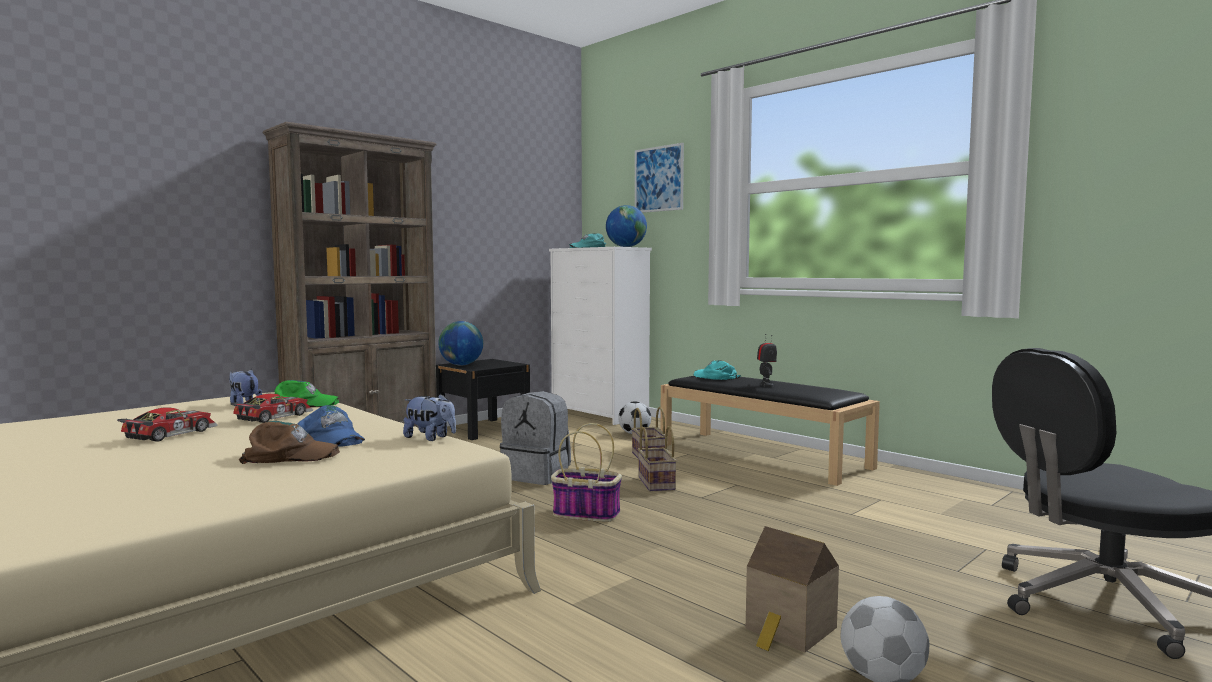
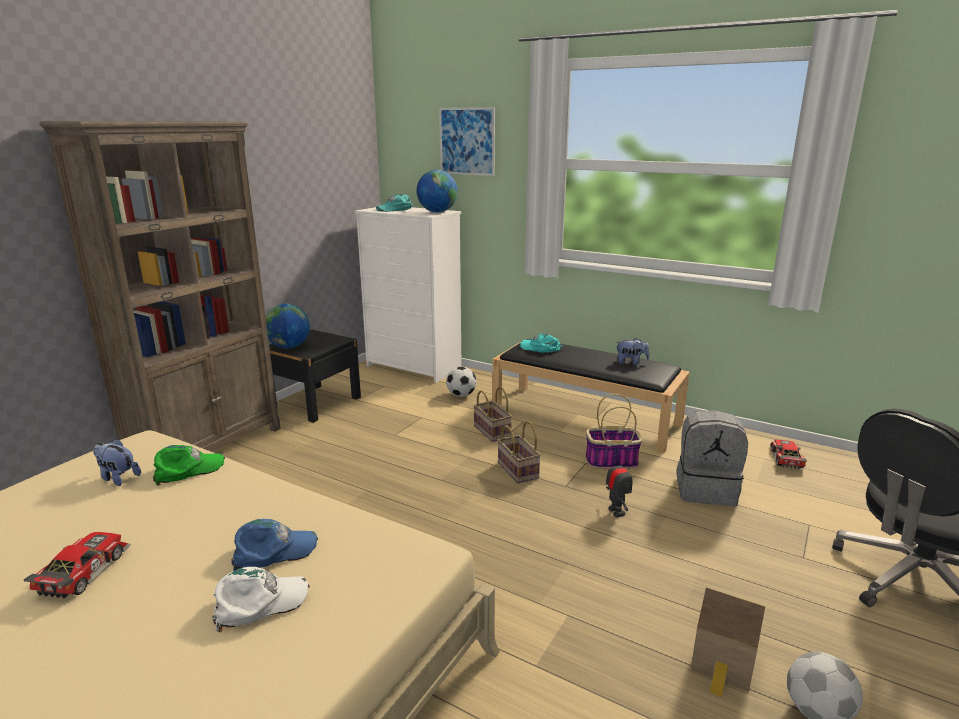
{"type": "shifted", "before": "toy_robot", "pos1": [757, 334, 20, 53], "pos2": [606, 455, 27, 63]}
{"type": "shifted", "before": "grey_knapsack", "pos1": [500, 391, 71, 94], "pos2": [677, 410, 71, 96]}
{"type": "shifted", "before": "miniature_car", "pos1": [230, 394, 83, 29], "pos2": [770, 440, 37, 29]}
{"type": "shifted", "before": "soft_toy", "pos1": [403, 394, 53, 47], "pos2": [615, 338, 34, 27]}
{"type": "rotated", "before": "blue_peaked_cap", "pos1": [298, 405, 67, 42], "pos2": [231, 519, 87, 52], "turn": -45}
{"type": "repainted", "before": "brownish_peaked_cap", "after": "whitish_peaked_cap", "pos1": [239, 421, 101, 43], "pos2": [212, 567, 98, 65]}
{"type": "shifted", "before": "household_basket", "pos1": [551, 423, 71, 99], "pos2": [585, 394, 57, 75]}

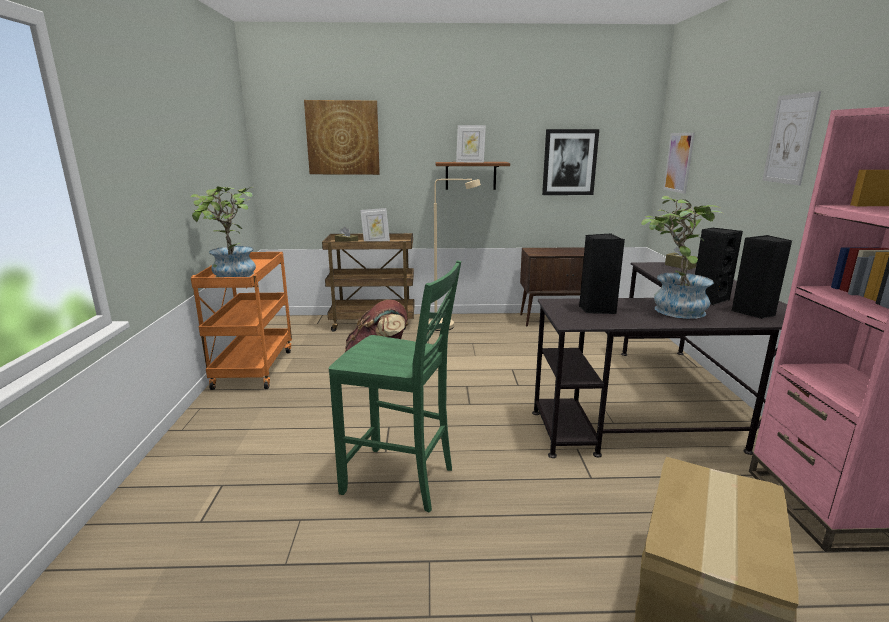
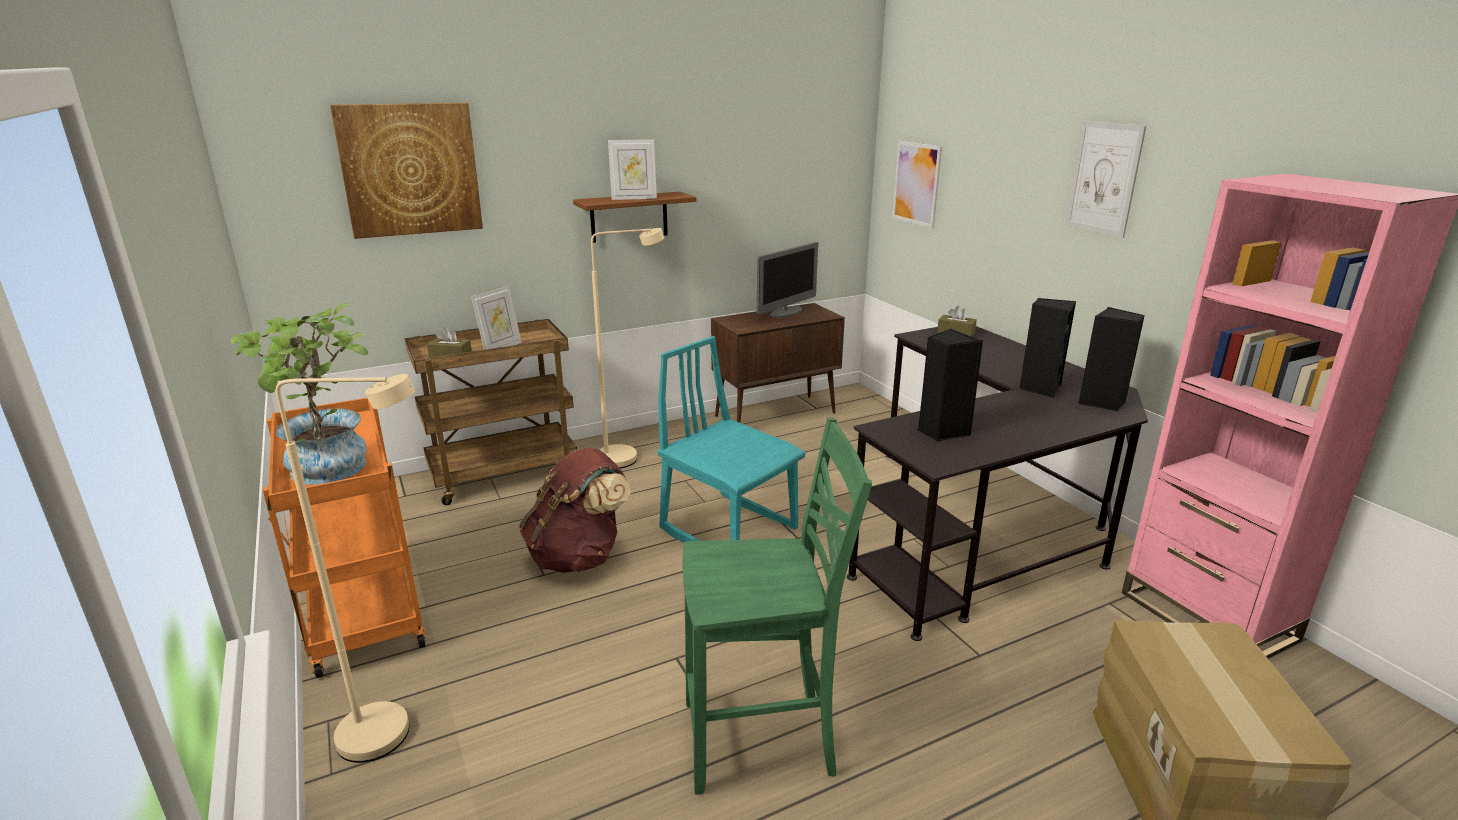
{"type": "gone", "before": "wall_art", "pos1": [542, 129, 57, 66]}
{"type": "gone", "before": "houseplant", "pos1": [641, 196, 82, 123]}
{"type": "new", "after": "computer_display", "pos2": [757, 242, 61, 76]}
{"type": "new", "after": "turquoise_chair", "pos2": [658, 336, 148, 207]}
{"type": "new", "after": "beige-coloured_floor_lamp", "pos2": [276, 374, 139, 389]}

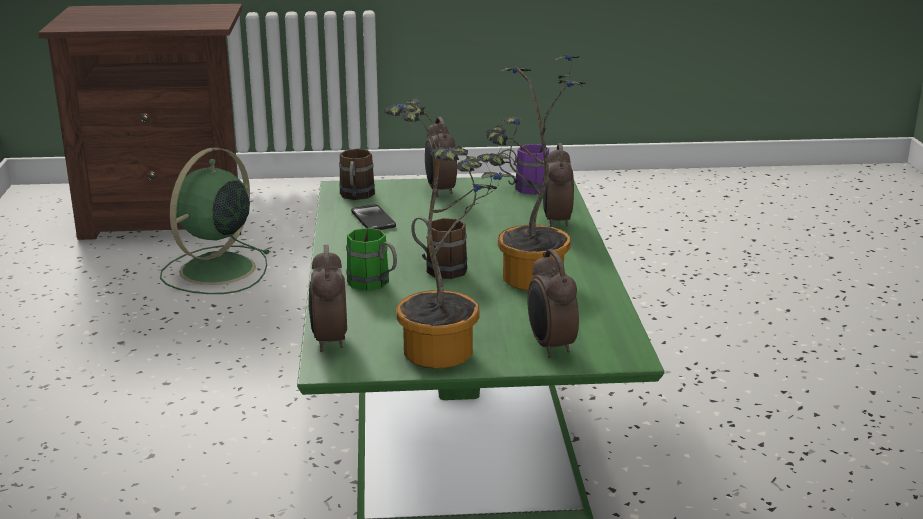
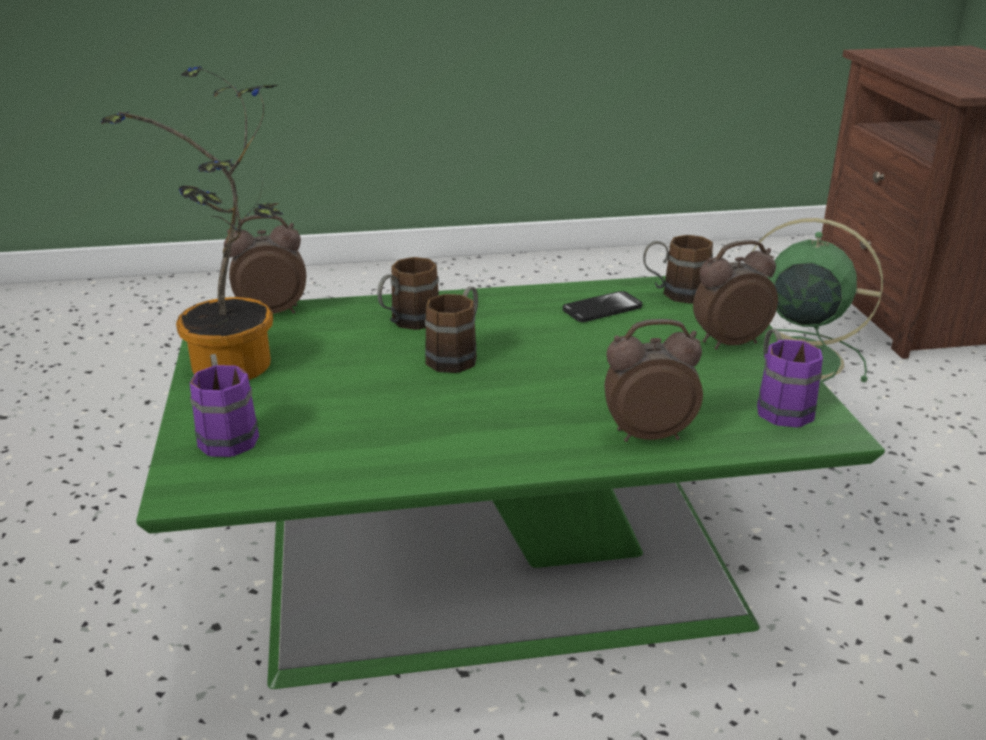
{"type": "gone", "before": "houseplant", "pos1": [477, 55, 108, 236]}
{"type": "repainted", "before": "green-coloured_tea_mug", "after": "brownish_tea_mug", "pos1": [346, 228, 51, 63], "pos2": [377, 257, 62, 73]}
{"type": "swapped", "before": "alarm_clock", "after": "purplish_tea_mug", "pos1": [527, 249, 52, 109], "pos2": [190, 354, 69, 103]}

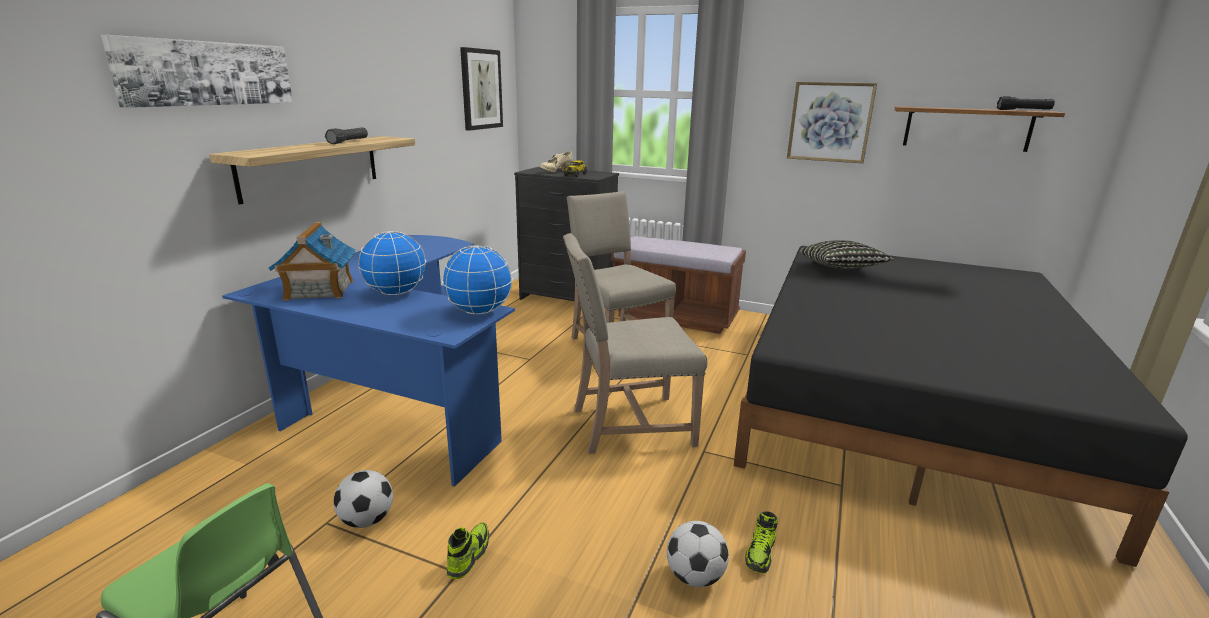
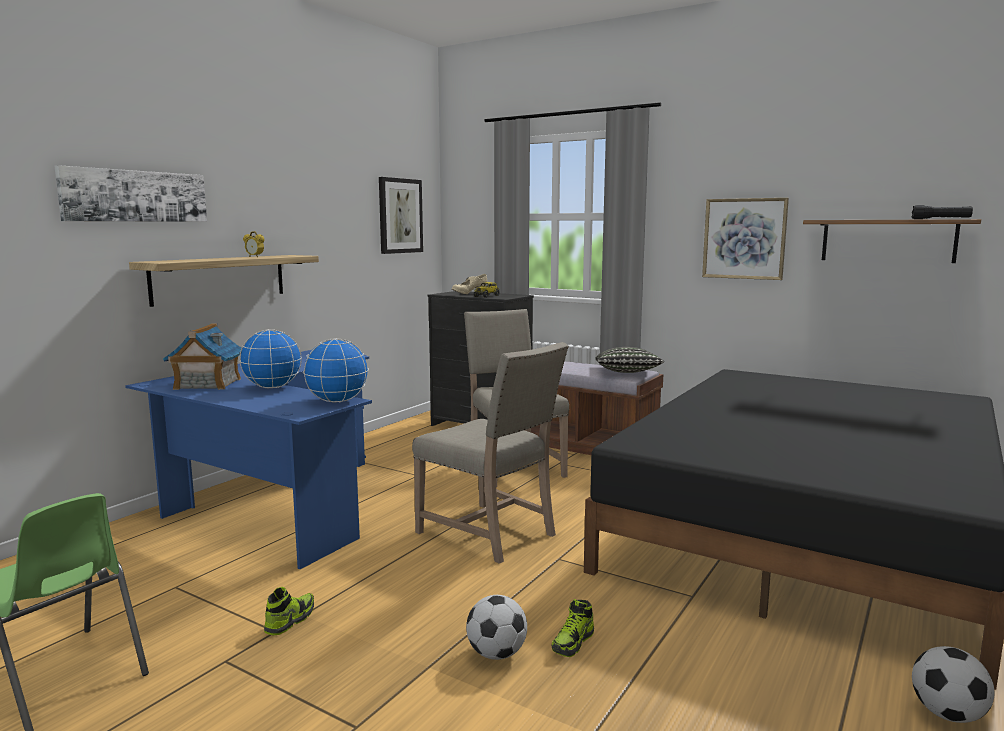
{"type": "swapped", "before": "black-coloured_hand_torch", "after": "alarm_clock", "pos1": [325, 127, 43, 17], "pos2": [243, 231, 22, 26]}
{"type": "rotated", "before": "beige-coloured_chair", "pos1": [563, 233, 144, 221], "pos2": [412, 342, 157, 222], "turn": -135}
{"type": "shifted", "before": "pillow", "pos1": [800, 240, 94, 29], "pos2": [595, 347, 69, 26]}
{"type": "shifted", "before": "ball_for_football", "pos1": [333, 470, 60, 58], "pos2": [912, 646, 82, 77]}

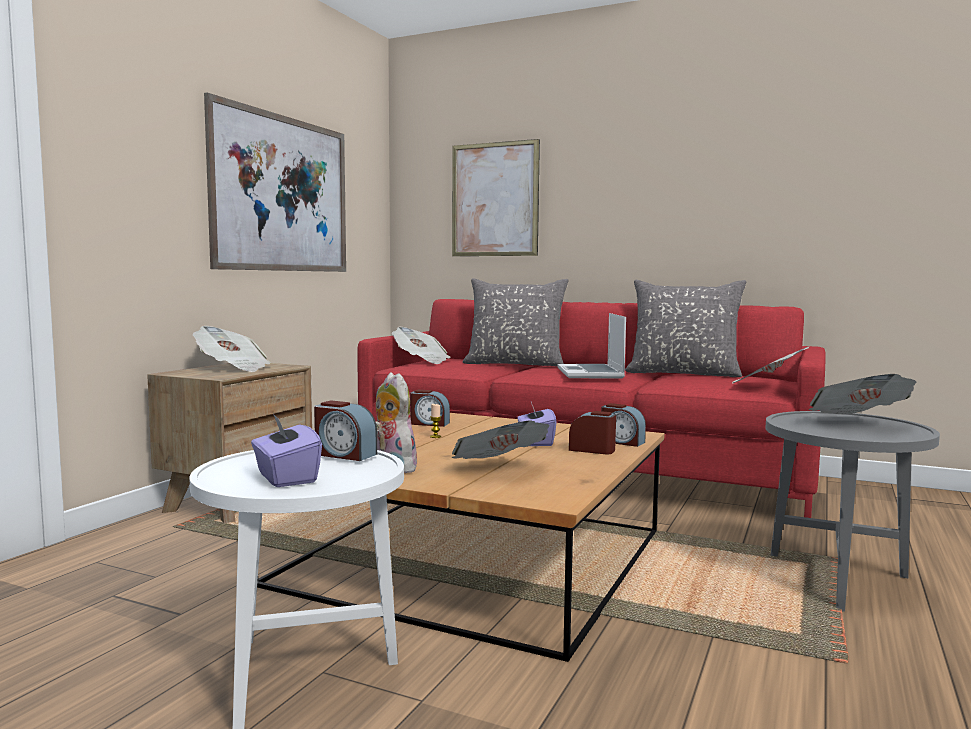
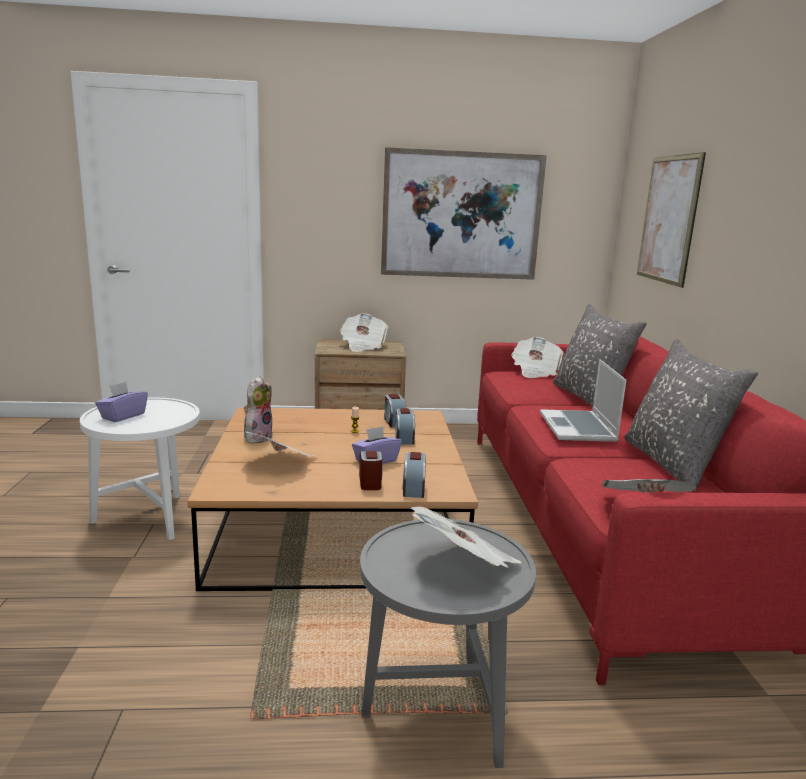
{"type": "rotated", "before": "laptop", "pos1": [557, 313, 69, 65], "pos2": [540, 359, 87, 83], "turn": -60}
{"type": "shifted", "before": "alarm_clock", "pos1": [314, 400, 63, 61], "pos2": [395, 408, 20, 37]}

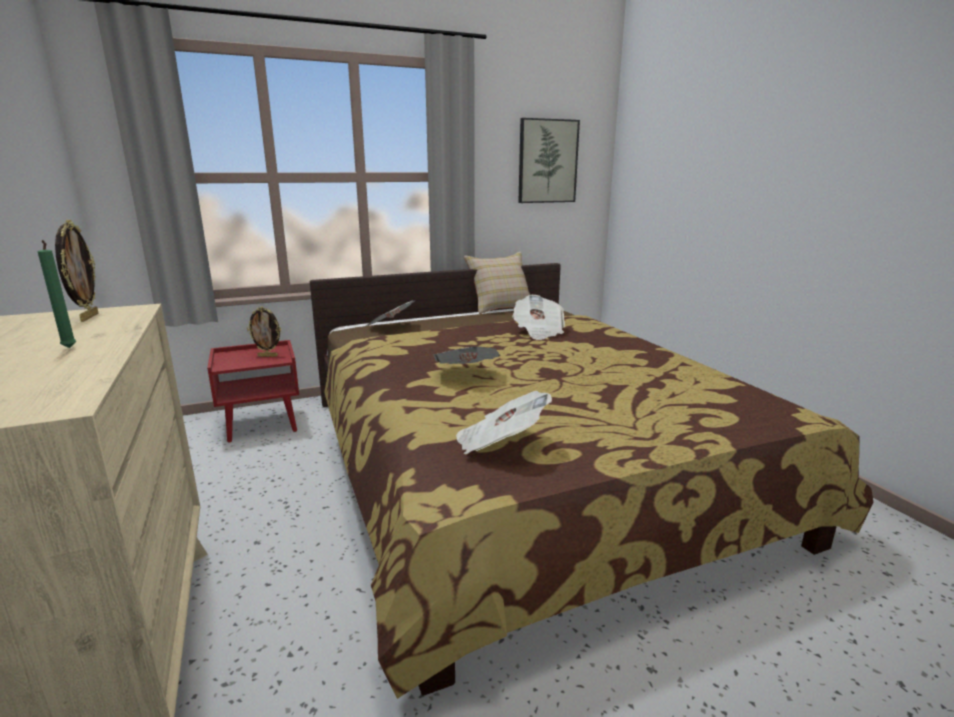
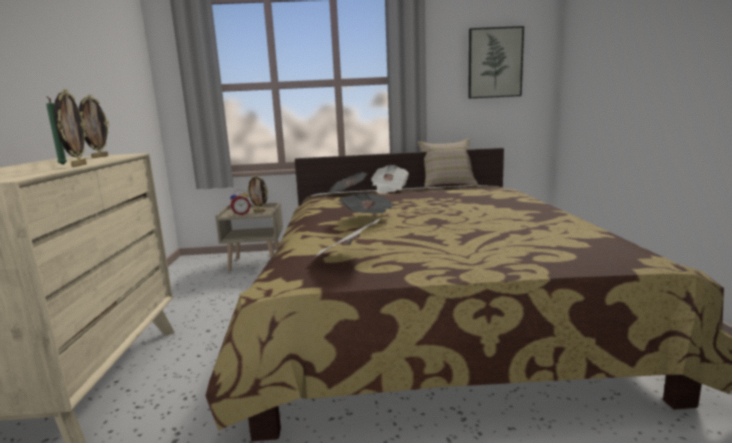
{"type": "shifted", "before": "newspaper", "pos1": [512, 295, 53, 45], "pos2": [371, 165, 38, 29]}
{"type": "repainted", "before": "reddish_night_table", "after": "beige-coloured_night_table", "pos1": [207, 340, 92, 103], "pos2": [215, 203, 68, 68]}
{"type": "new", "after": "standing_frame", "pos2": [54, 89, 33, 78]}
{"type": "new", "after": "alarm_clock", "pos2": [230, 189, 21, 26]}

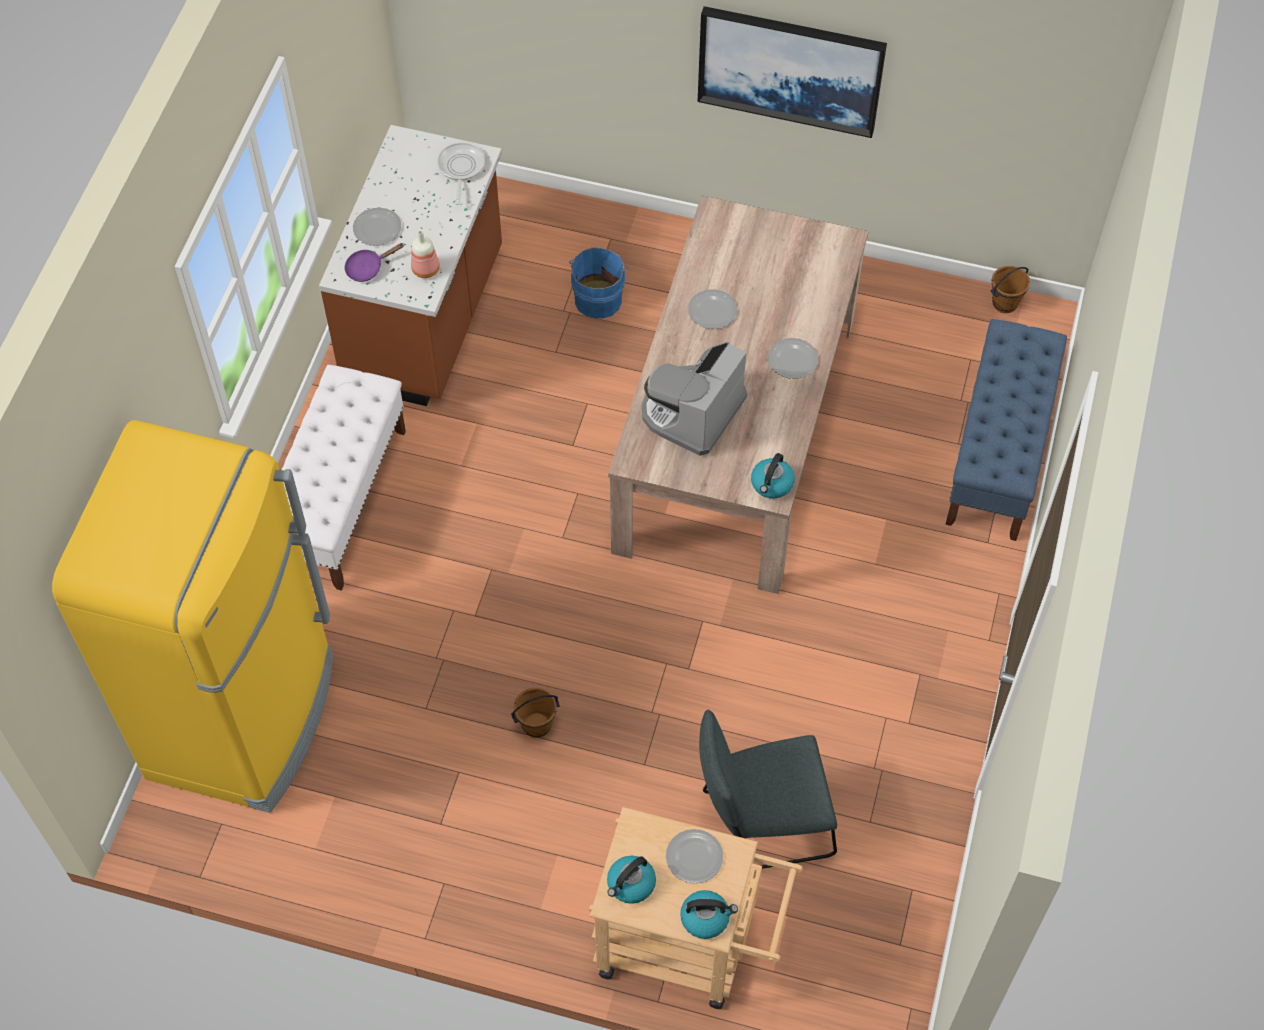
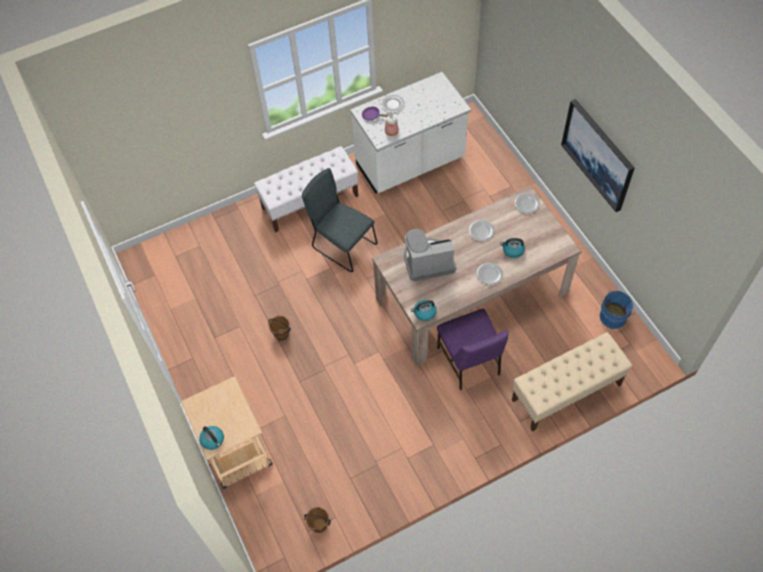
{"type": "repainted", "before": "brownish_counter", "after": "whitish_counter", "pos1": [319, 125, 183, 281], "pos2": [350, 72, 121, 122]}
{"type": "gone", "before": "skillet", "pos1": [437, 142, 48, 63]}
{"type": "shifted", "before": "blue_pail", "pos1": [569, 248, 59, 70], "pos2": [600, 291, 35, 38]}
{"type": "shifted", "before": "brownish_pail", "pos1": [991, 266, 39, 47], "pos2": [304, 507, 27, 26]}
{"type": "repainted", "before": "blue_long_seat", "after": "beige-coloured_long_seat", "pos1": [945, 319, 122, 222], "pos2": [512, 332, 121, 100]}
{"type": "gone", "before": "yellow-coloured_fridge", "pos1": [52, 420, 281, 393]}
{"type": "shifted", "before": "grey_chair", "pos1": [699, 710, 138, 159], "pos2": [302, 168, 76, 104]}
{"type": "shifted", "before": "plate", "pos1": [666, 829, 57, 55], "pos2": [514, 193, 26, 21]}
{"type": "shifted", "before": "kettle", "pos1": [607, 856, 49, 48], "pos2": [500, 238, 25, 20]}
{"type": "new", "after": "purplish_chair", "pos2": [437, 309, 71, 81]}

